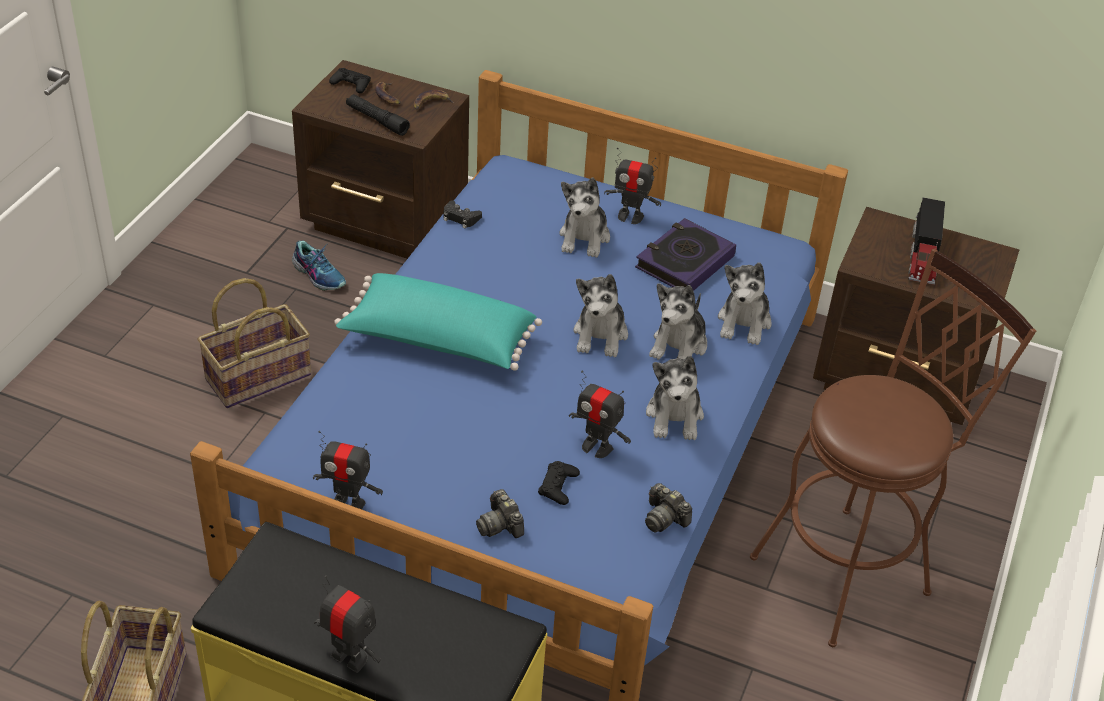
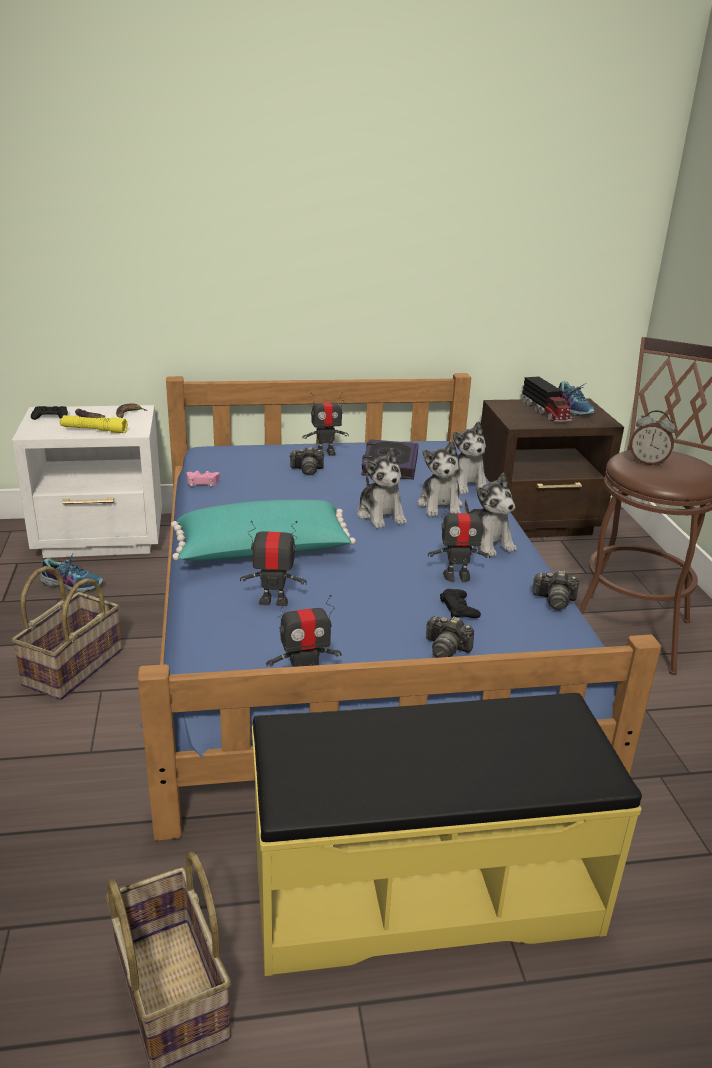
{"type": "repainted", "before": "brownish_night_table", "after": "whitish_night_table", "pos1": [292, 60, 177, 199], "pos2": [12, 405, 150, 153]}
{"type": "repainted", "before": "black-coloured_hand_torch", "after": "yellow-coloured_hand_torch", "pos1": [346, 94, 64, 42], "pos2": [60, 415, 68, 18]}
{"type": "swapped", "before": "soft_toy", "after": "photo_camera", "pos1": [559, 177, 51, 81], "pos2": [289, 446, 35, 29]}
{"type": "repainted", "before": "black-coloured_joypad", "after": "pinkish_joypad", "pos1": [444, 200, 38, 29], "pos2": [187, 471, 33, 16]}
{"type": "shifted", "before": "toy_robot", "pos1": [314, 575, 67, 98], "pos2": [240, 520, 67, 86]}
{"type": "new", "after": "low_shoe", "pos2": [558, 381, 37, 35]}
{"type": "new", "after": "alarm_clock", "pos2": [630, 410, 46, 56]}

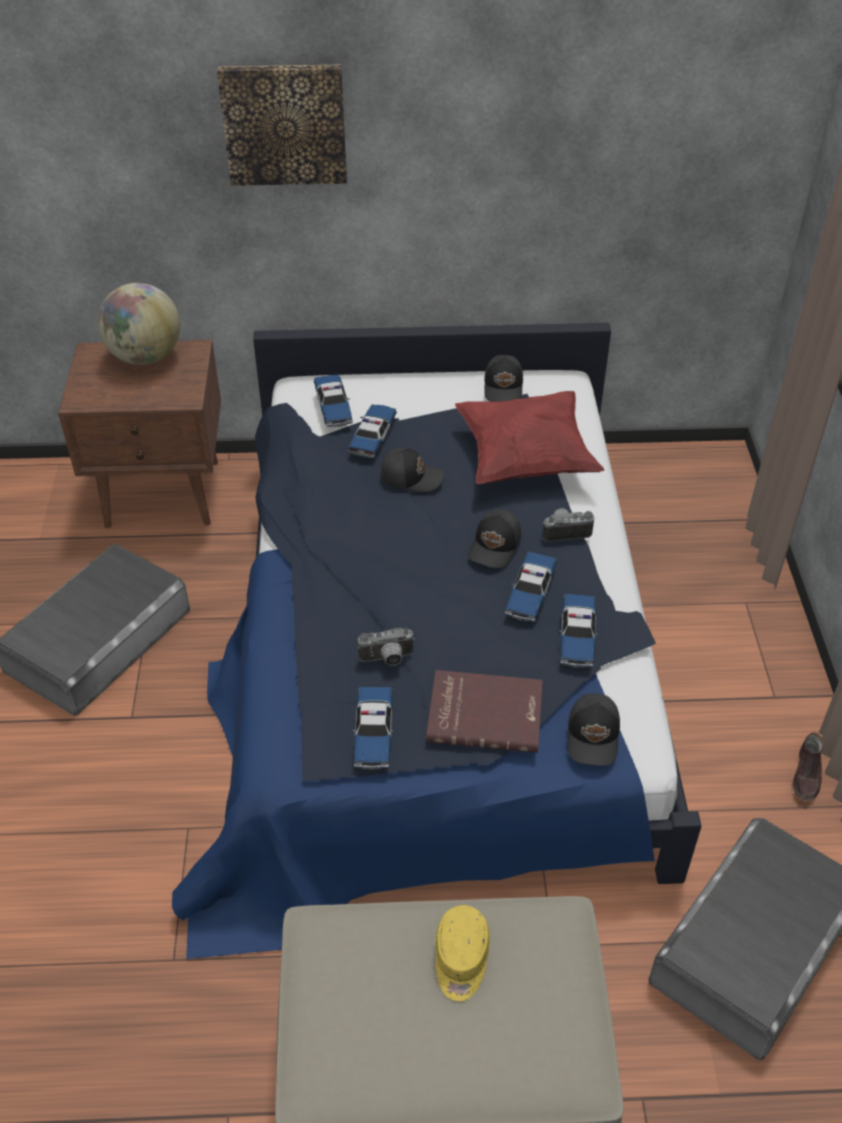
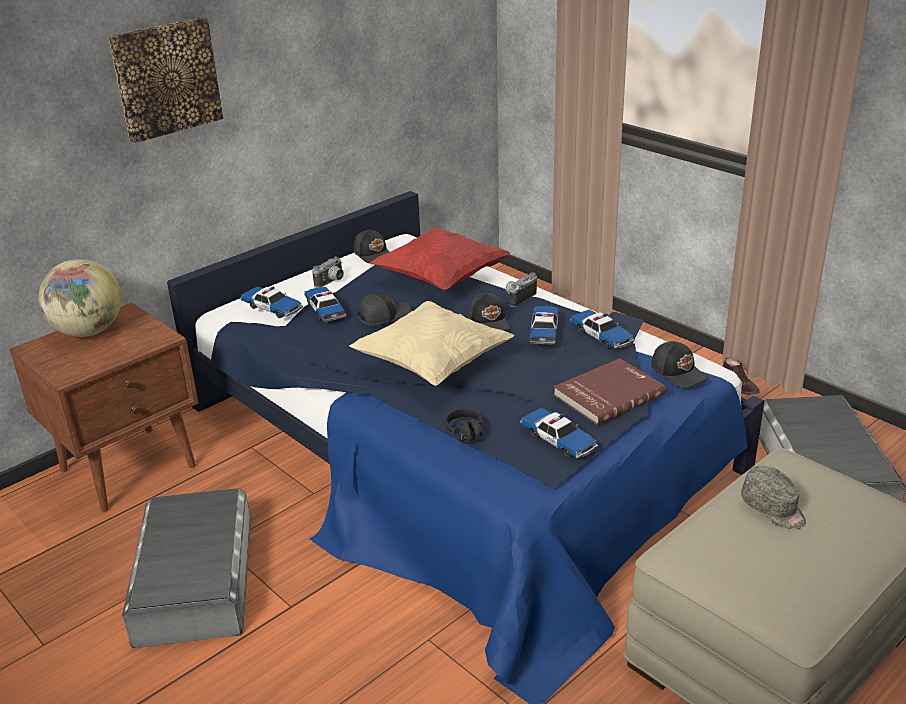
{"type": "rotated", "before": "miniature_car", "pos1": [505, 552, 52, 70], "pos2": [530, 306, 29, 39], "turn": -150}
{"type": "shifted", "before": "photo_camera", "pos1": [358, 627, 57, 39], "pos2": [312, 256, 32, 32]}
{"type": "repainted", "before": "yellow-coloured_peaked_cap", "after": "grey_peaked_cap", "pos1": [435, 905, 55, 97], "pos2": [741, 465, 65, 64]}
{"type": "new", "after": "beige-coloured_pillow", "pos2": [349, 301, 165, 85]}
{"type": "new", "after": "black-coloured_headphones", "pos2": [446, 409, 37, 38]}

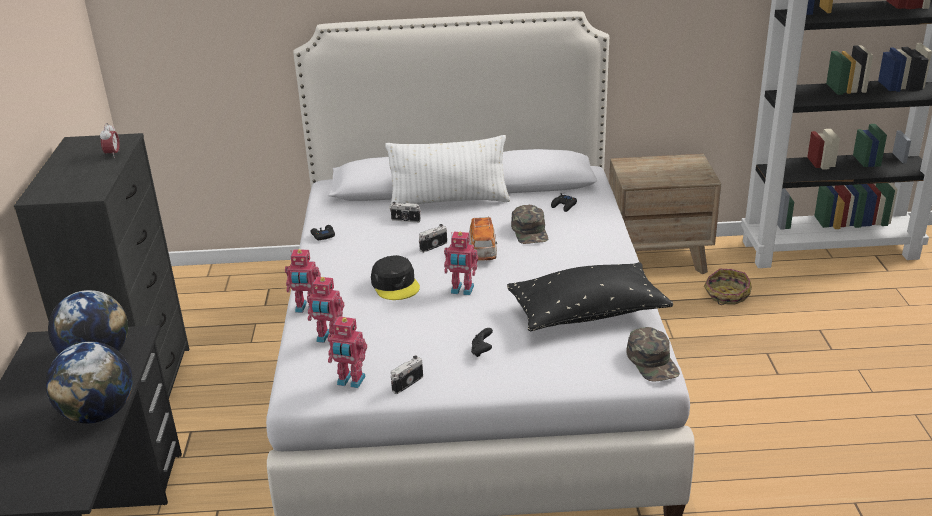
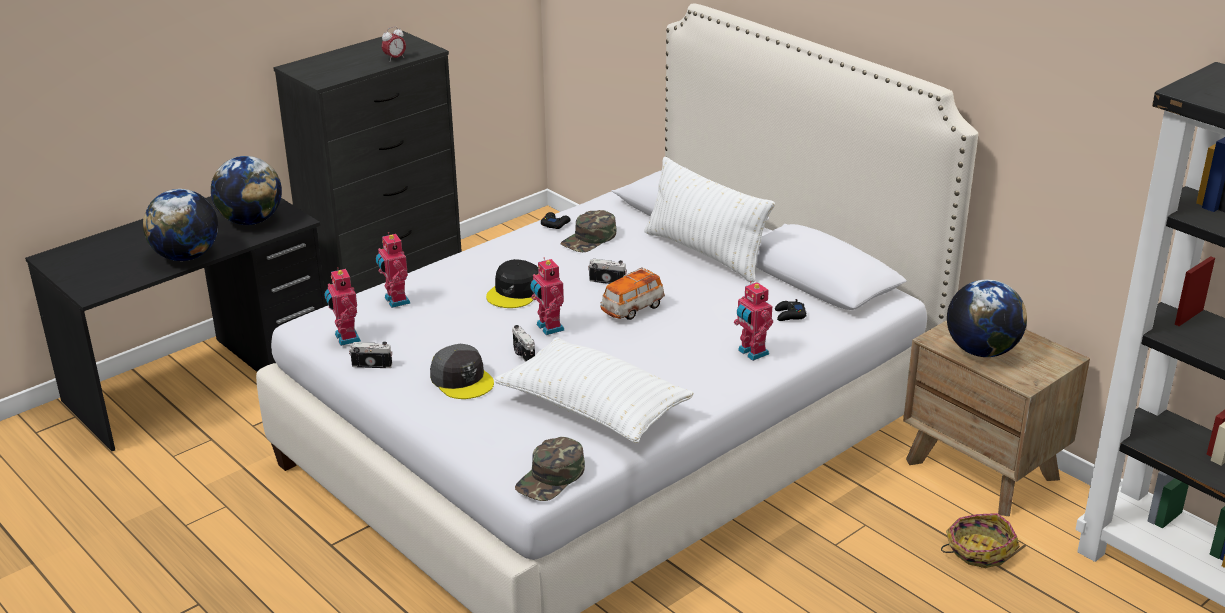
{"type": "shifted", "before": "photo_camera", "pos1": [390, 202, 31, 21], "pos2": [512, 325, 23, 37]}
{"type": "shifted", "before": "green-coloured_peaked_cap", "pos1": [511, 205, 37, 39], "pos2": [561, 210, 55, 42]}
{"type": "shifted", "before": "toy_robot", "pos1": [285, 249, 36, 64], "pos2": [734, 281, 39, 80]}
{"type": "repainted", "before": "black-coloured_pillow", "after": "whitish_pillow", "pos1": [507, 262, 166, 69], "pos2": [495, 337, 199, 106]}
{"type": "swapped", "before": "black-coloured_joypad", "after": "grey_peaked_cap", "pos1": [471, 328, 22, 29], "pos2": [430, 344, 64, 55]}
{"type": "new", "after": "globe", "pos2": [947, 280, 80, 77]}

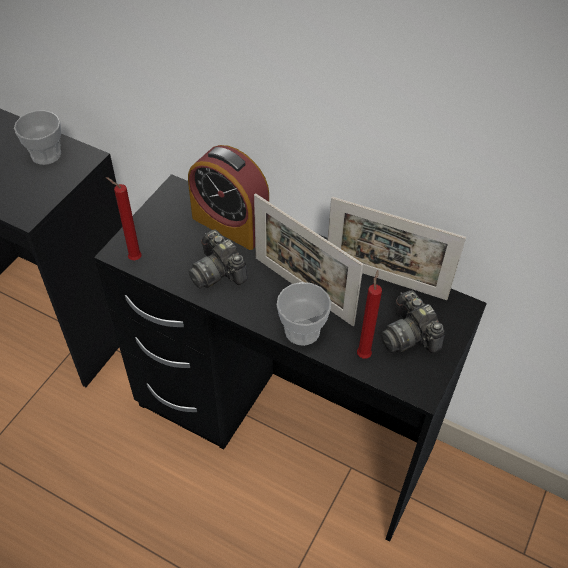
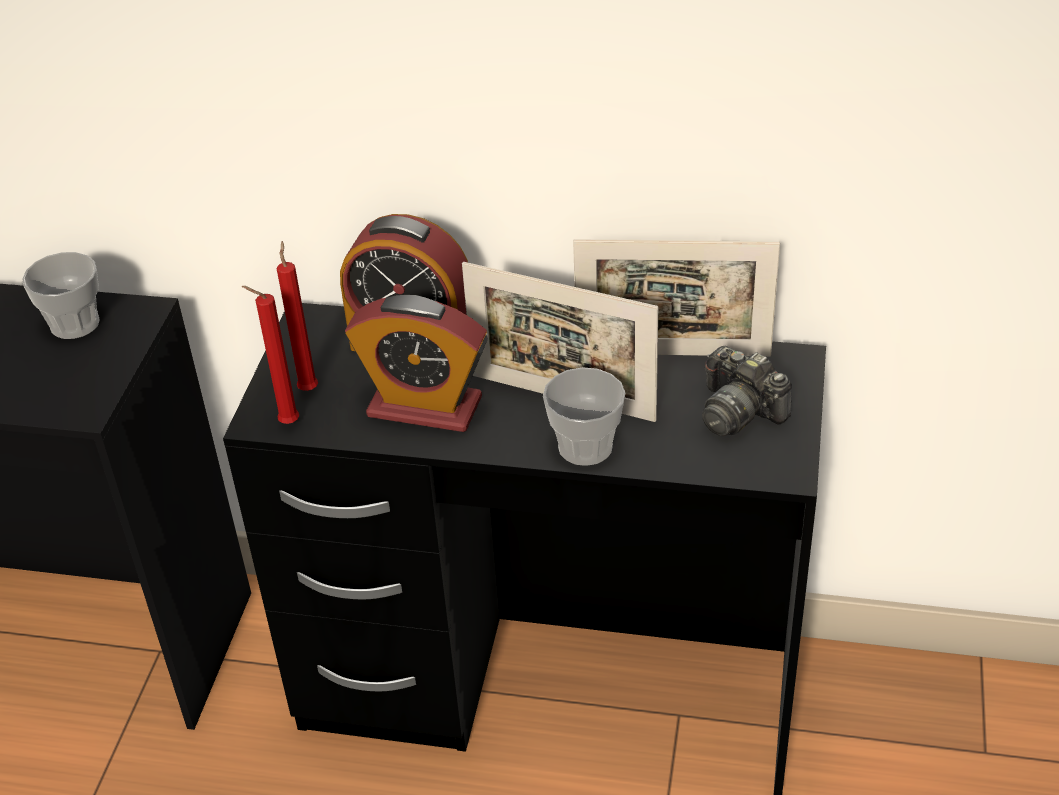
{"type": "swapped", "before": "photo_camera", "after": "alarm_clock", "pos1": [188, 230, 60, 58], "pos2": [345, 295, 143, 137]}
{"type": "shifted", "before": "reddish_wax_light", "pos1": [357, 270, 25, 88], "pos2": [277, 241, 41, 150]}

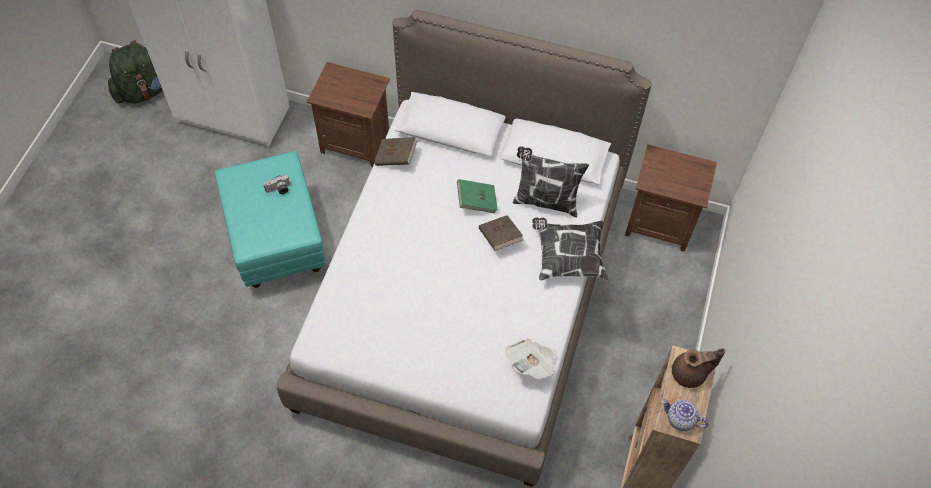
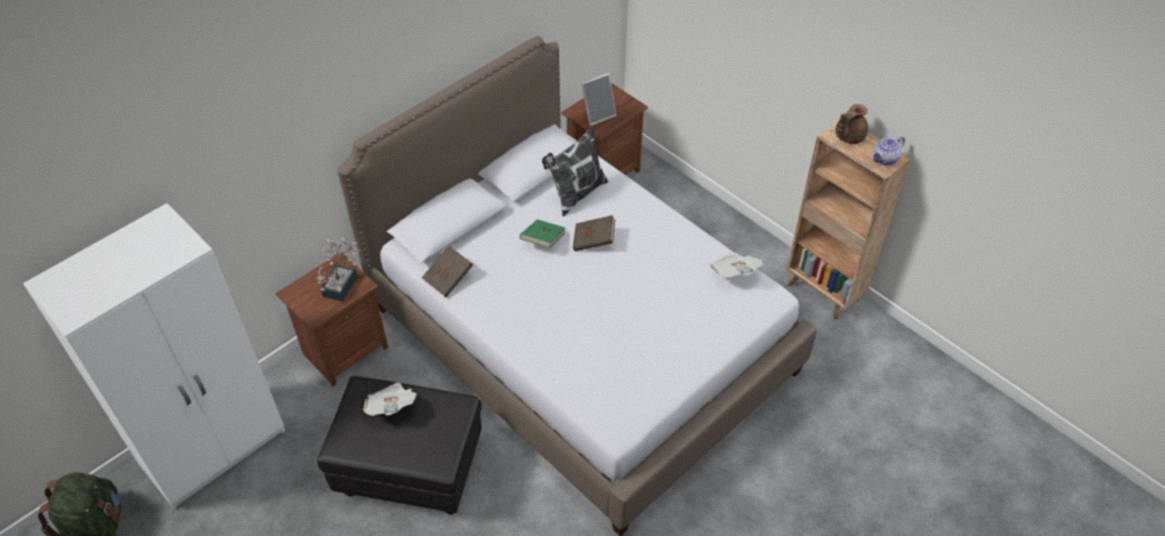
{"type": "repainted", "before": "turquoise_pouffe", "after": "black-coloured_pouffe", "pos1": [215, 151, 110, 137], "pos2": [317, 376, 165, 139]}
{"type": "swapped", "before": "photo_camera", "after": "newspaper", "pos1": [264, 175, 26, 19], "pos2": [363, 383, 54, 33]}
{"type": "gone", "before": "pillow", "pos1": [532, 218, 77, 62]}
{"type": "rotated", "before": "brownish_tea_pot", "pos1": [672, 348, 53, 40], "pos2": [835, 104, 33, 40], "turn": -150}
{"type": "new", "after": "standing_frame", "pos2": [581, 73, 36, 53]}
{"type": "new", "after": "houseplant", "pos2": [317, 237, 44, 65]}

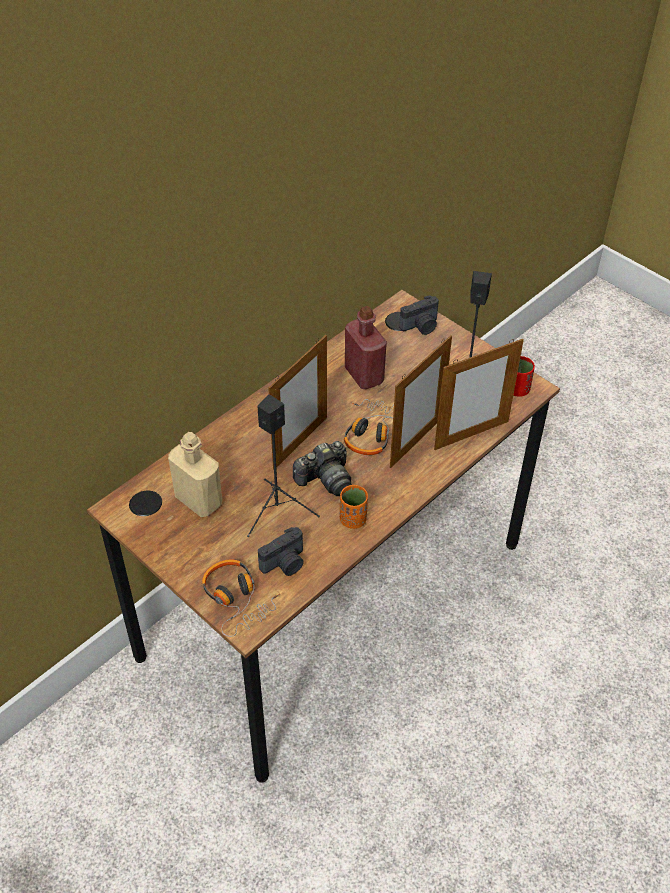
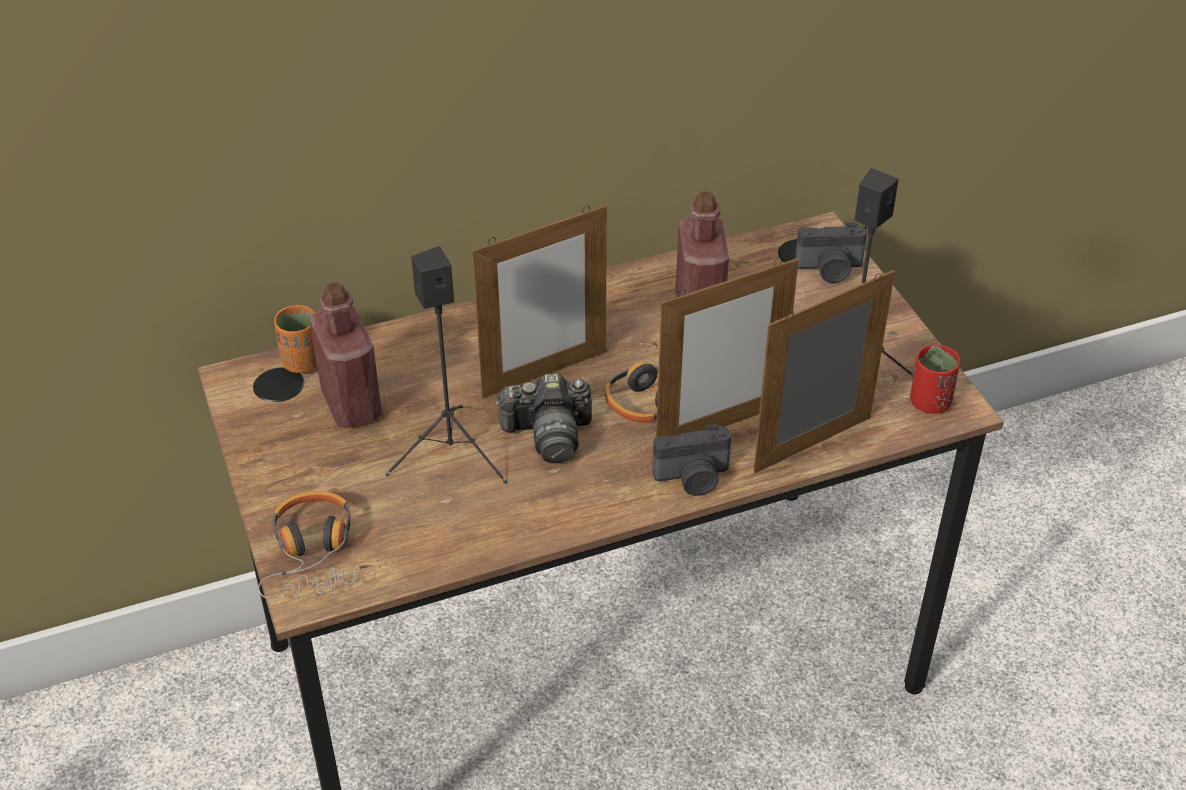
{"type": "rotated", "before": "standing_frame", "pos1": [434, 339, 90, 111], "pos2": [753, 270, 142, 203], "turn": 150}
{"type": "repainted", "before": "beige-coloured_drink_bottle", "after": "reddish_drink_bottle", "pos1": [168, 432, 54, 85], "pos2": [309, 282, 73, 146]}
{"type": "shifted", "before": "orangey_cup", "pos1": [340, 485, 28, 44], "pos2": [274, 305, 43, 68]}
{"type": "shifted", "before": "photo_camera", "pos1": [258, 527, 46, 49], "pos2": [652, 424, 79, 72]}

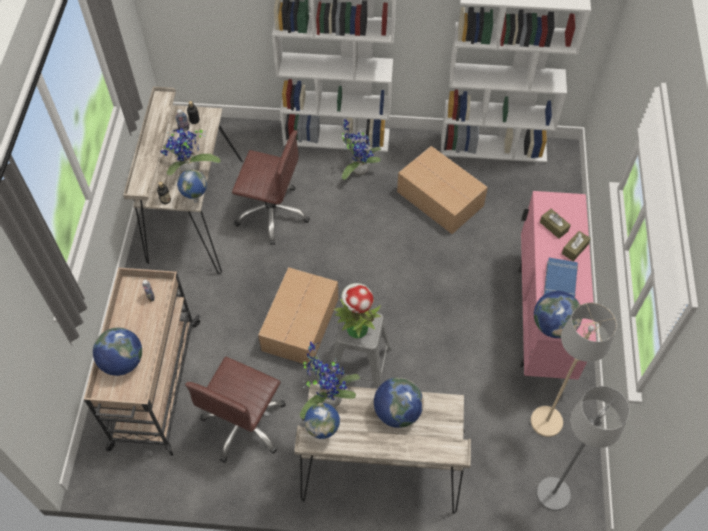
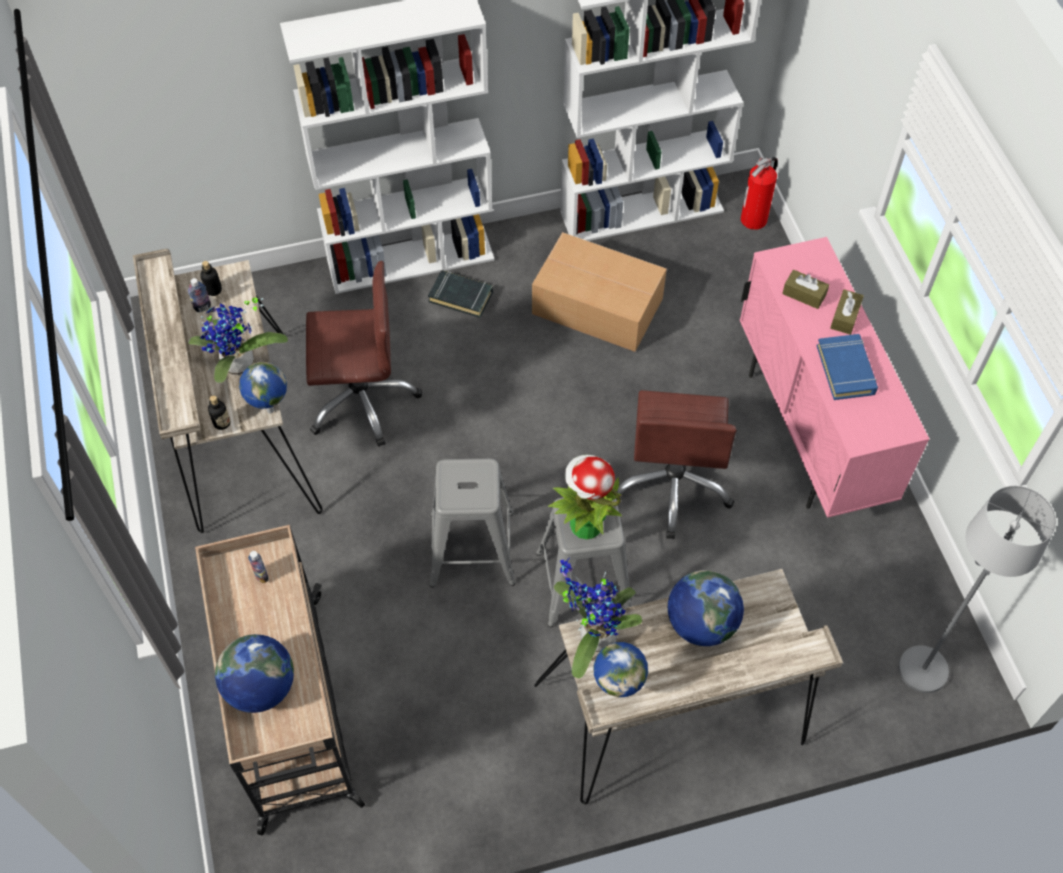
{"type": "swapped", "before": "houseplant", "after": "black-coloured_book", "pos1": [342, 119, 39, 61], "pos2": [428, 270, 65, 48]}
{"type": "swapped", "before": "carton", "after": "grey_sitting_stool", "pos1": [258, 267, 80, 99], "pos2": [430, 458, 85, 129]}
{"type": "gone", "before": "globe", "pos1": [534, 291, 48, 47]}
{"type": "gone", "before": "beige-coloured_floor_lamp", "pos1": [531, 303, 86, 134]}
{"type": "shifted", "before": "brownish_computer_chair", "pos1": [185, 357, 100, 106], "pos2": [616, 390, 121, 149]}
{"type": "new", "after": "extinguisher", "pos2": [741, 157, 37, 73]}

